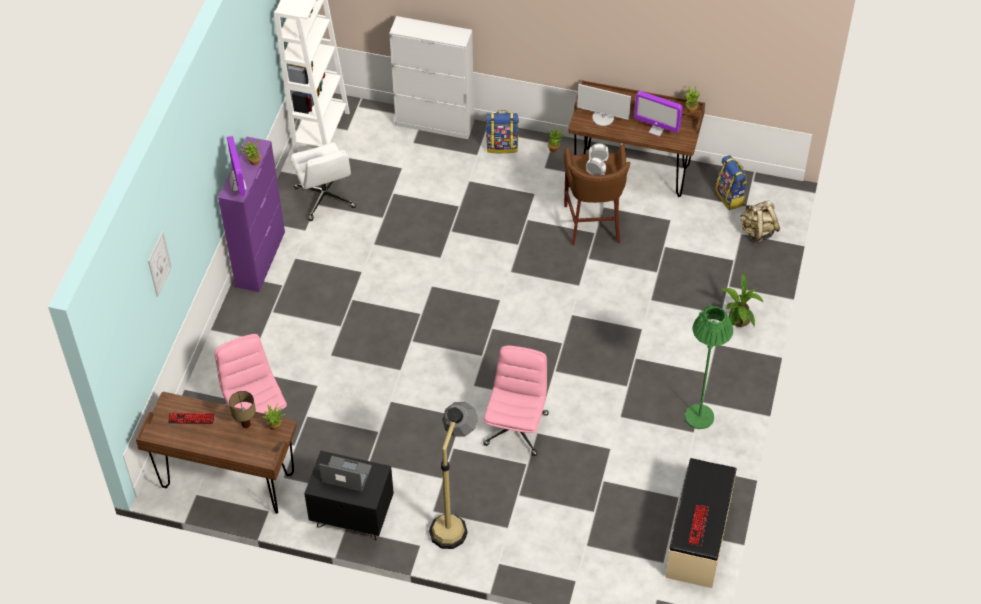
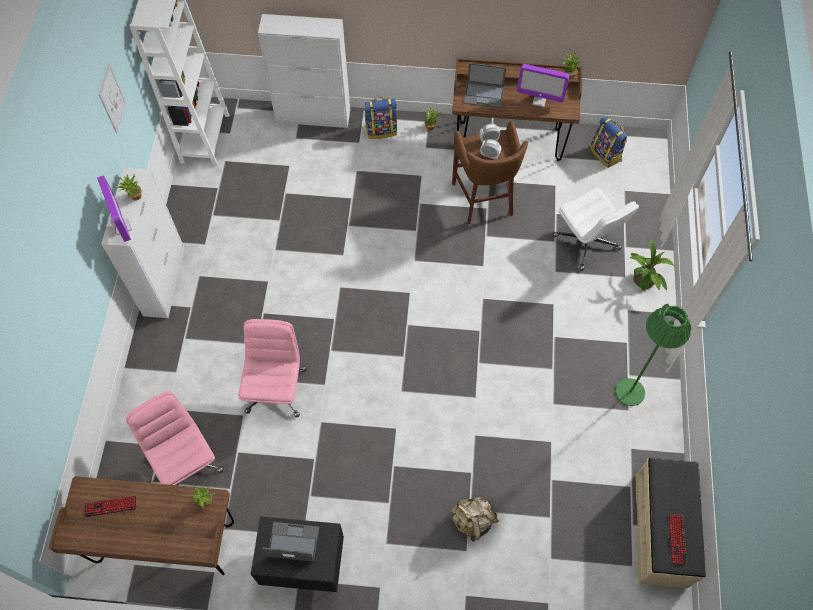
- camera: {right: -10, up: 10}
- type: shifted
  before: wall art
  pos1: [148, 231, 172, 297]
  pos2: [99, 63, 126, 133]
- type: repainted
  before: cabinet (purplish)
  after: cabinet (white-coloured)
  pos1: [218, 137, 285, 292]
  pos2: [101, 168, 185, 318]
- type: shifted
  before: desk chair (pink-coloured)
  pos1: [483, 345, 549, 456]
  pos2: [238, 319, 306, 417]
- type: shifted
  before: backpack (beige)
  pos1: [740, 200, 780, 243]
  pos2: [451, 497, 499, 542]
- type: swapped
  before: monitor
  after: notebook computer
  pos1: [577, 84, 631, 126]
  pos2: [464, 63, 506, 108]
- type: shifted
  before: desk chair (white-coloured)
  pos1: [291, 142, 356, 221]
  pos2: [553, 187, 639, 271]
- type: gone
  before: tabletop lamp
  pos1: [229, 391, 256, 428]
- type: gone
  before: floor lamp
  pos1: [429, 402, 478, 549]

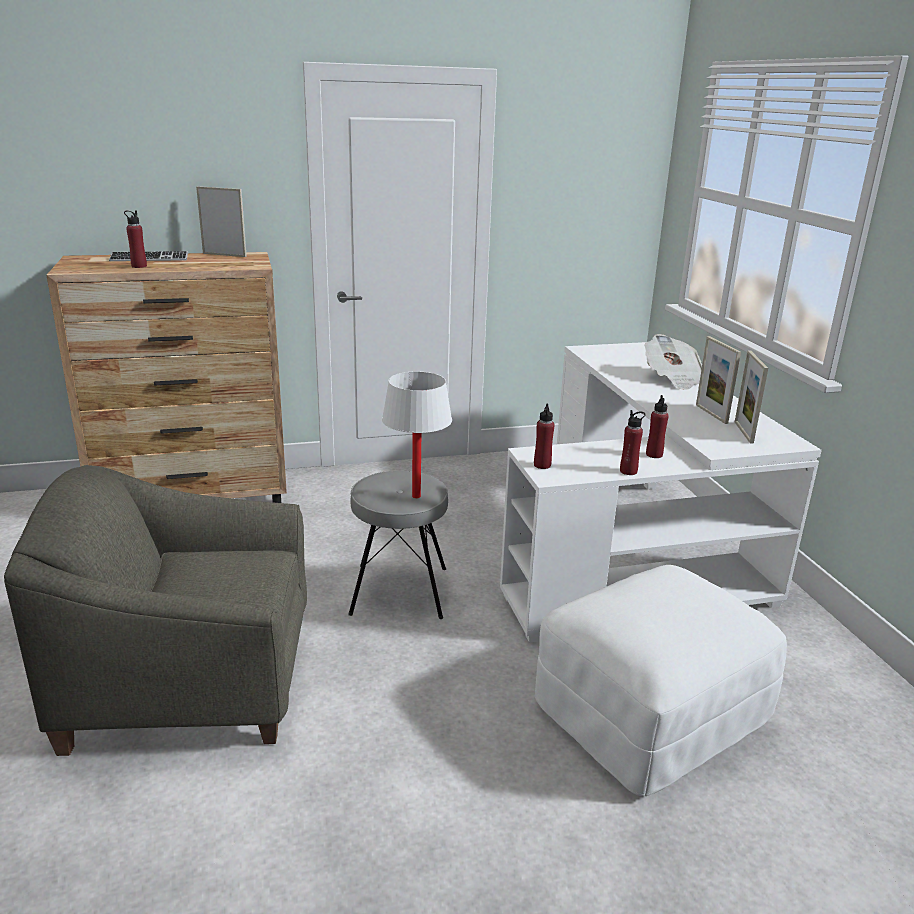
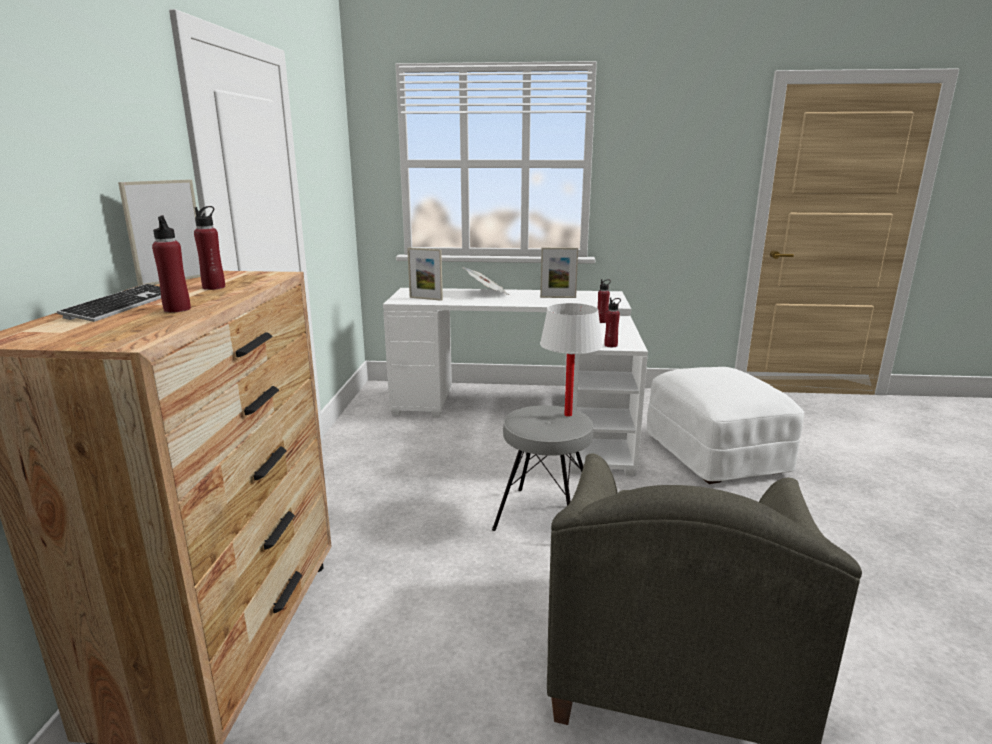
- camera: {right: -70, up: -5}
- type: shifted
  before: bottle (red-coloured)
  pos1: [620, 410, 646, 475]
  pos2: [194, 206, 225, 290]
- type: shifted
  before: standing frame
  pos1: [735, 350, 768, 444]
  pos2: [407, 248, 443, 301]

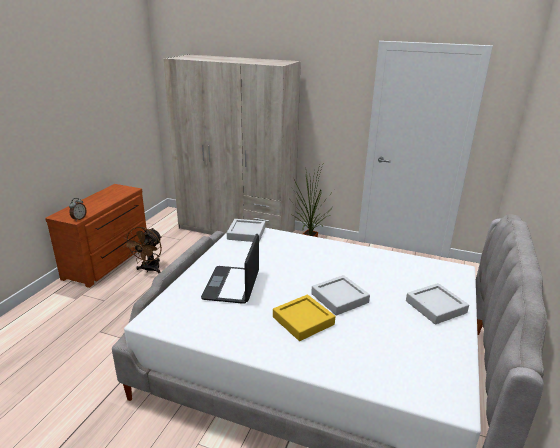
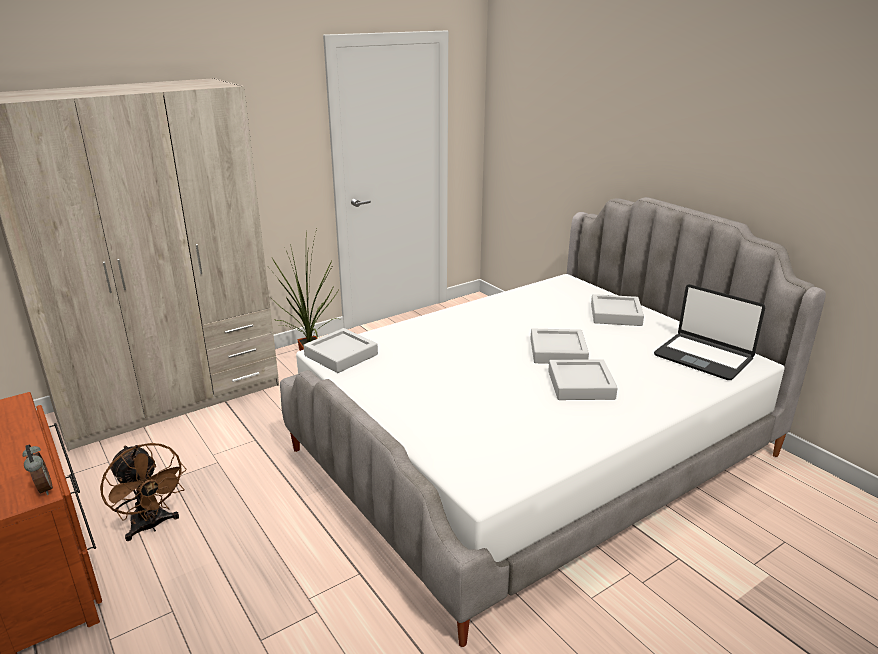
- camera: {right: -55, up: 0}
- type: repainted
  before: serving tray (yellowish)
  after: serving tray (greyish)
  pos1: [273, 294, 335, 341]
  pos2: [548, 359, 617, 400]
- type: shifted
  before: notebook computer
  pos1: [201, 234, 259, 304]
  pos2: [654, 284, 765, 380]

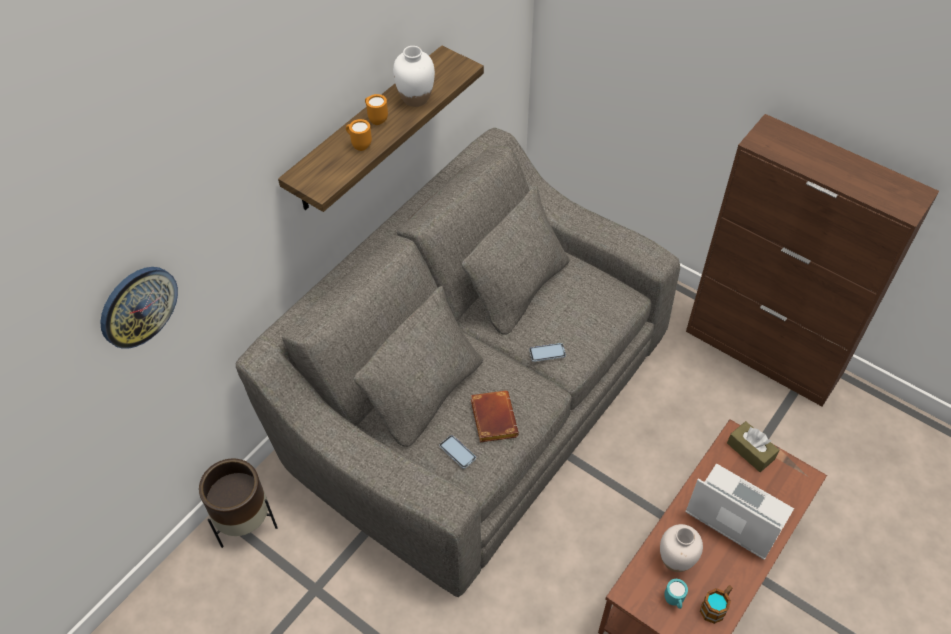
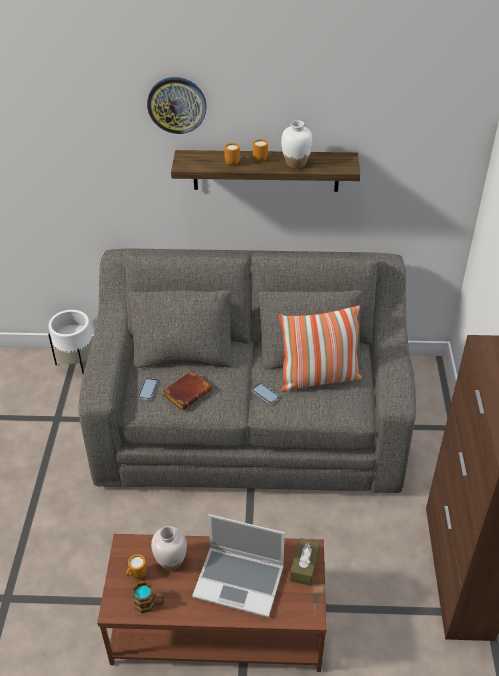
- camera: {right: 55, up: -10}
- type: repainted
  before: plant pot (brownish)
  after: plant pot (white-coloured)
  pos1: [199, 458, 278, 548]
  pos2: [48, 310, 93, 374]
- type: repainted
  before: coffee mug (turquoise)
  after: coffee mug (orange)
  pos1: [664, 579, 688, 609]
  pos2: [126, 554, 147, 579]
- type: shifted
  before: wall clock
  pos1: [100, 267, 178, 349]
  pos2: [147, 77, 207, 134]
- type: rotated
  before: notebook computer
  pos1: [685, 463, 794, 560]
  pos2: [192, 514, 285, 618]
  turn: 105
- type: new
  after: cushion
  pos2: [279, 305, 362, 392]

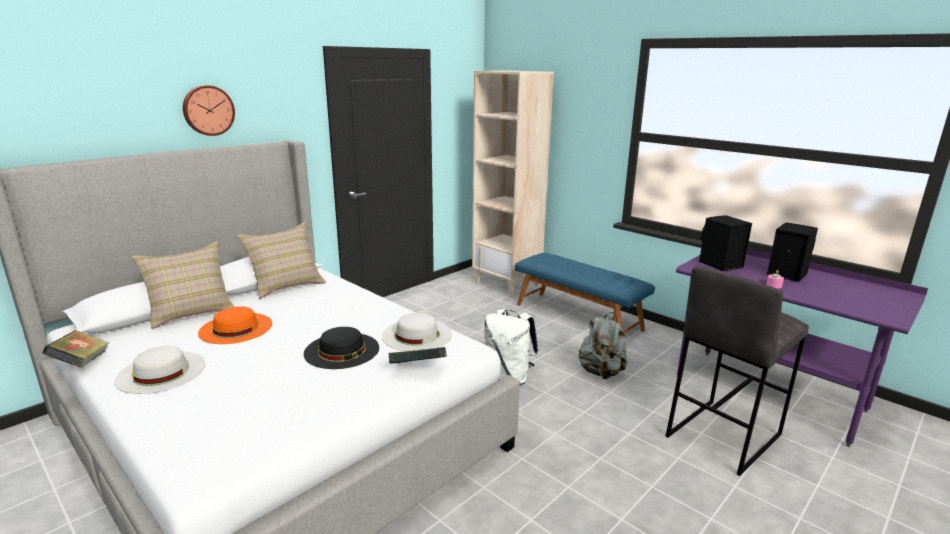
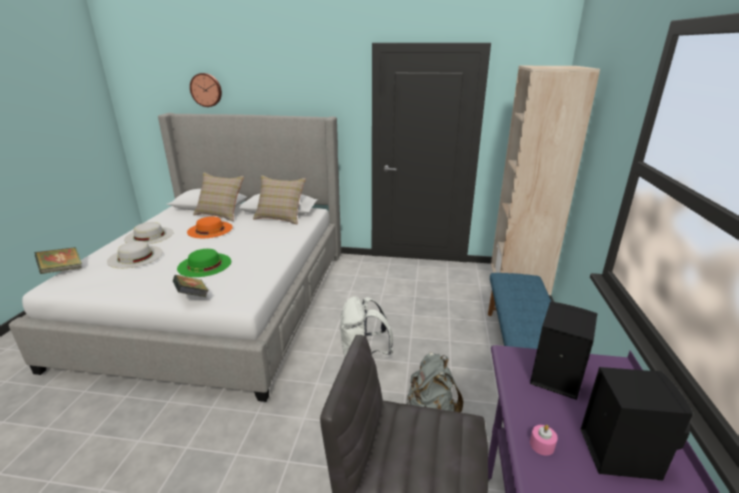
- camera: {right: 55, up: 5}
- type: shifted
  before: volume
  pos1: [43, 330, 109, 368]
  pos2: [35, 247, 82, 274]
- type: shifted
  before: hat (white-coloured)
  pos1: [382, 313, 452, 351]
  pos2: [107, 241, 163, 268]
- type: repainted
  before: hat (black-coloured)
  after: hat (green)
  pos1: [304, 327, 379, 369]
  pos2: [177, 249, 231, 277]
- type: shifted
  before: wall clock
  pos1: [183, 85, 235, 136]
  pos2: [190, 73, 222, 107]

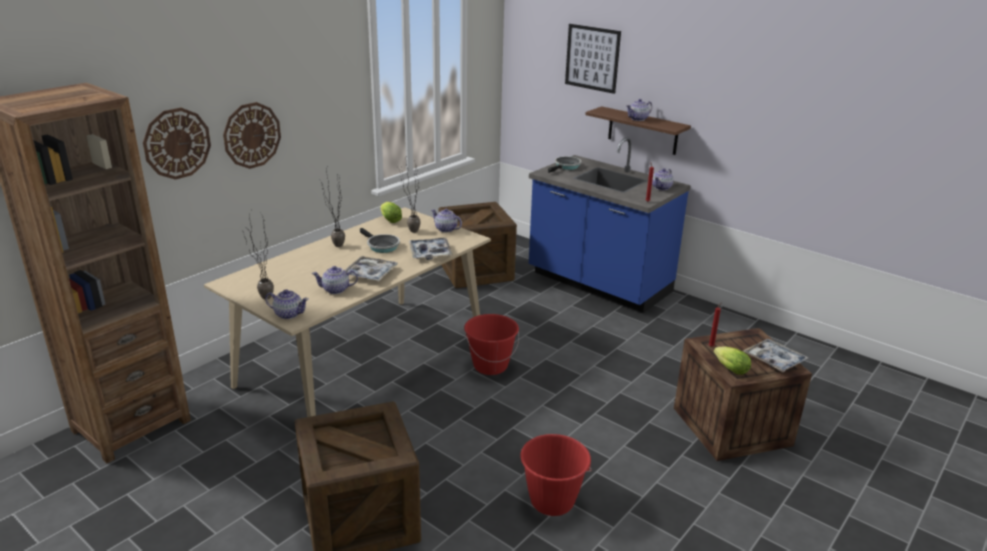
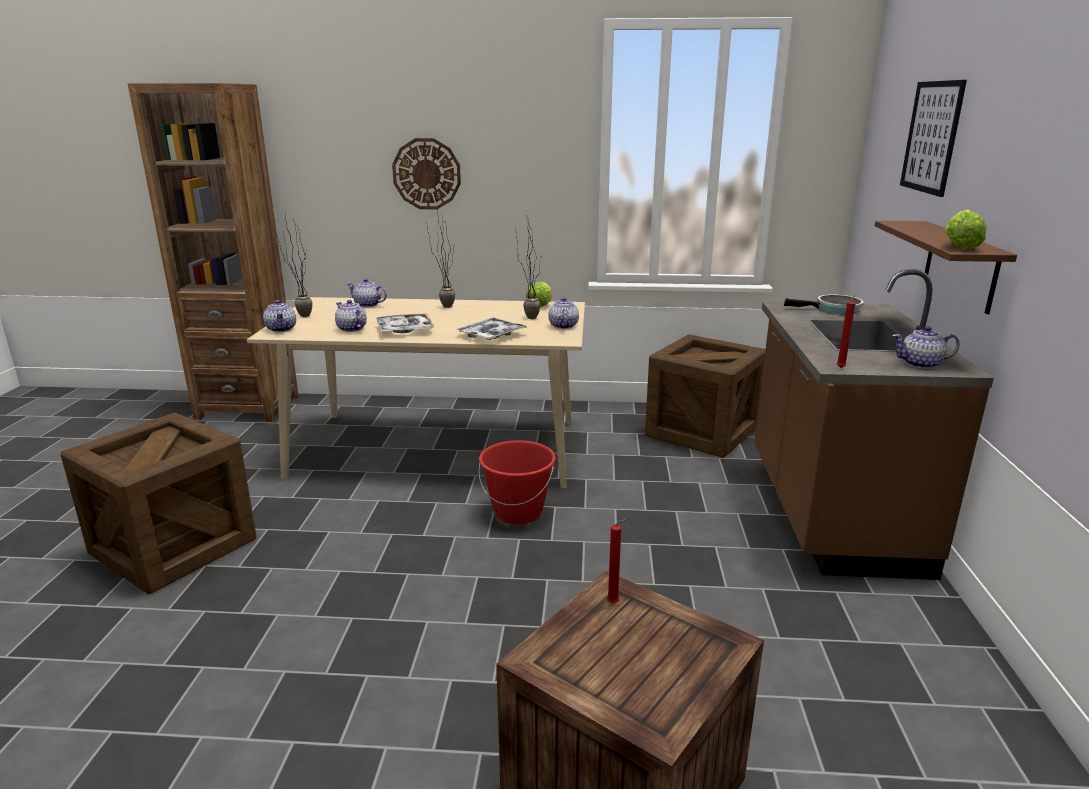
- camera: {right: 55, up: -5}
- type: shifted
  before: tea pot
  pos1: [627, 99, 652, 121]
  pos2: [347, 279, 387, 307]
- type: repainted
  before: counter (blue)
  after: counter (brownish)
  pos1: [529, 137, 691, 313]
  pos2: [754, 269, 994, 580]
- type: shifted
  before: lettuce
  pos1: [714, 347, 751, 375]
  pos2: [945, 210, 987, 250]
- type: gone
  before: wall clock
  pos1: [143, 108, 211, 180]
- type: gone
  before: frying pan
  pos1: [360, 228, 400, 253]
- type: gone
  before: pail (red-coloured)
  pos1: [521, 434, 592, 516]
- type: gone
  before: serving tray
  pos1: [743, 339, 808, 372]

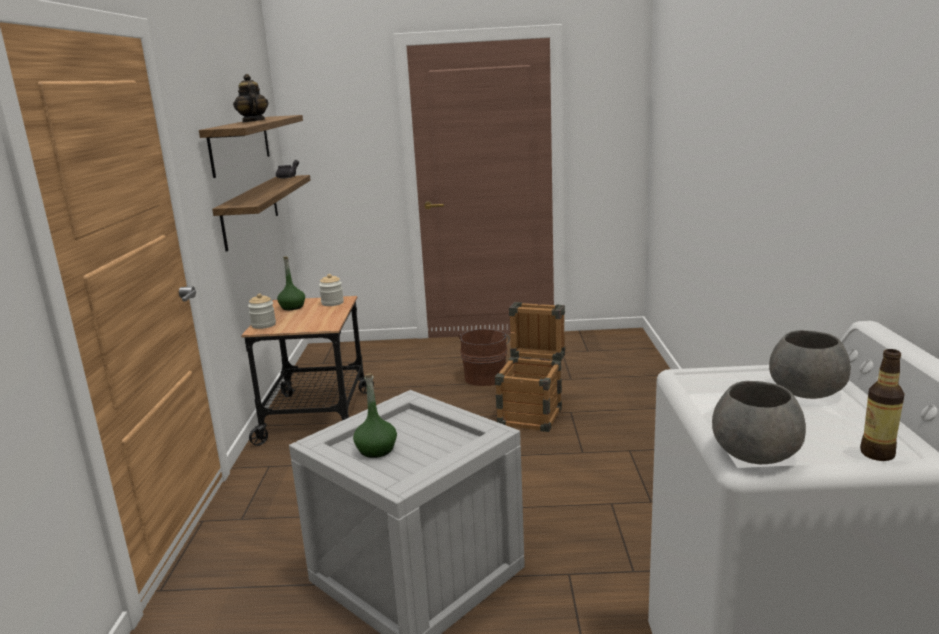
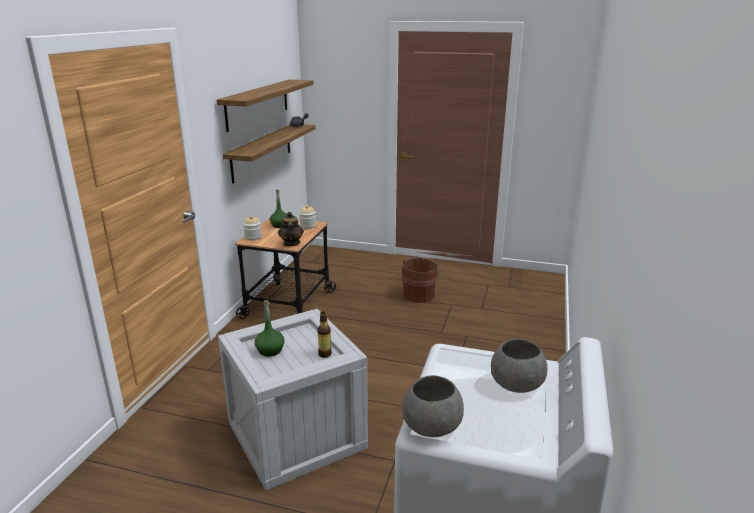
- camera: {right: 15, up: 5}
- type: shifted
  before: tea pot
  pos1: [233, 74, 268, 122]
  pos2: [278, 212, 304, 247]
- type: shifted
  before: bottle
  pos1: [860, 349, 905, 461]
  pos2: [317, 312, 332, 358]
- type: gone
  before: crate
  pos1: [495, 302, 566, 432]

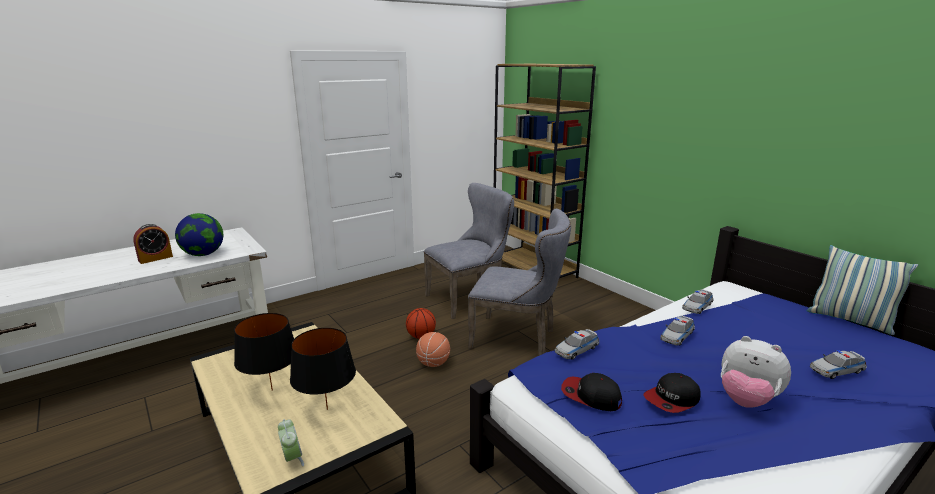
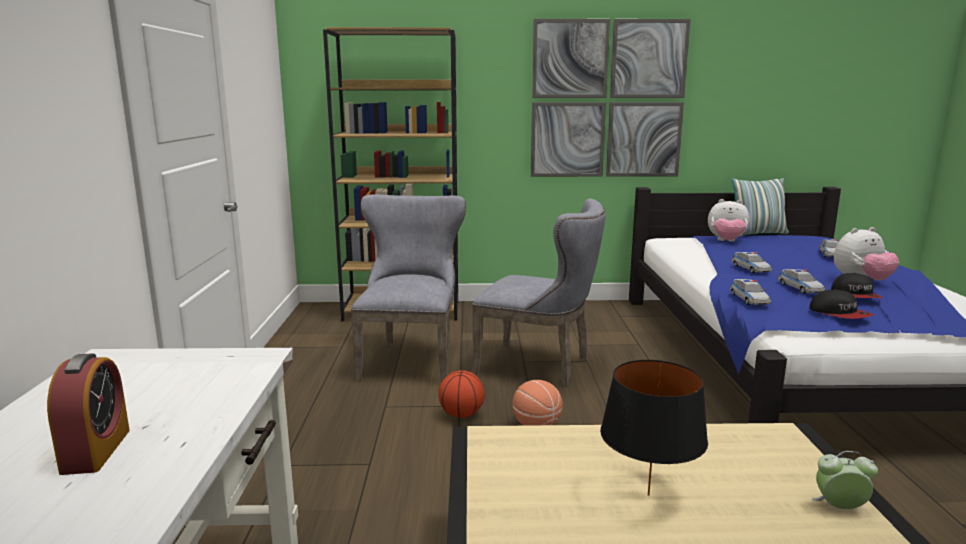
- camera: {right: -55, up: -5}
- type: rotated
  before: chair (greyish)
  pos1: [468, 209, 571, 356]
  pos2: [472, 198, 606, 387]
  turn: 60
- type: new
  after: wall art
  pos2: [531, 19, 691, 177]
- type: new
  after: cuddly toy
  pos2: [708, 199, 750, 241]
- type: shifted
  before: miniature car
  pos1: [682, 289, 713, 314]
  pos2: [778, 269, 825, 294]
- type: rotated
  before: peaked cap
  pos1: [561, 373, 622, 411]
  pos2: [809, 289, 874, 319]
  turn: -90
- type: gone
  before: world globe
  pos1: [175, 213, 223, 256]
- type: gone
  before: tabletop lamp (black-coloured)
  pos1: [290, 328, 356, 410]

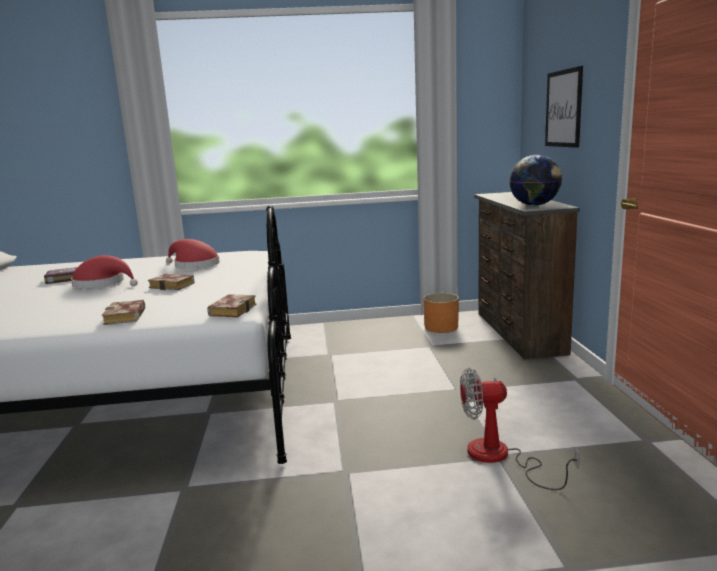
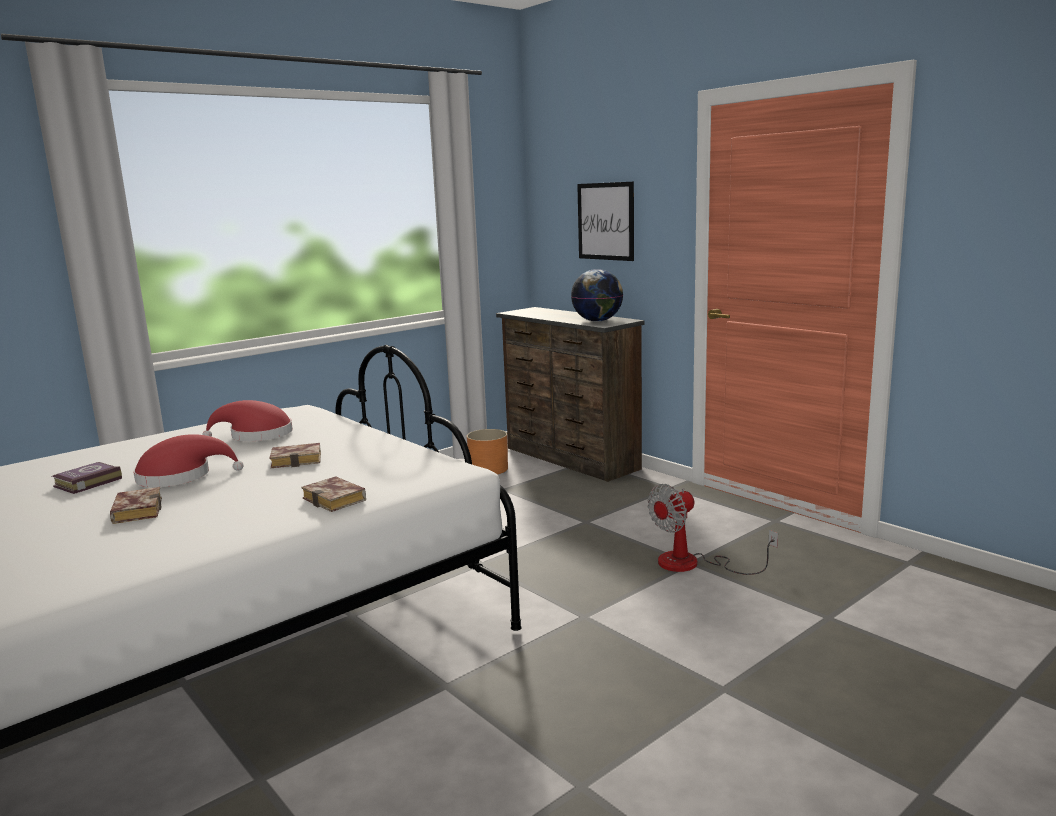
- camera: {right: -35, up: 0}
- type: shifted
  before: volume
  pos1: [207, 294, 256, 318]
  pos2: [110, 487, 162, 524]

